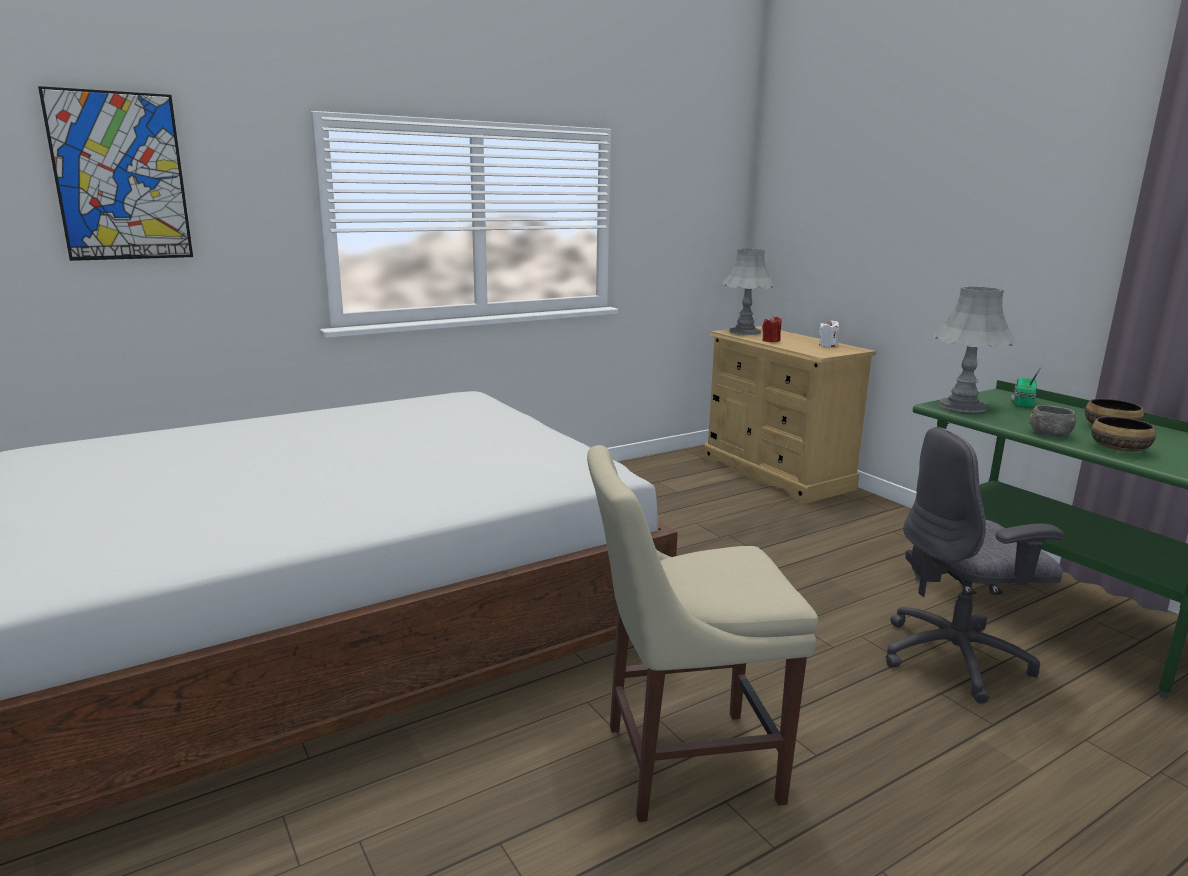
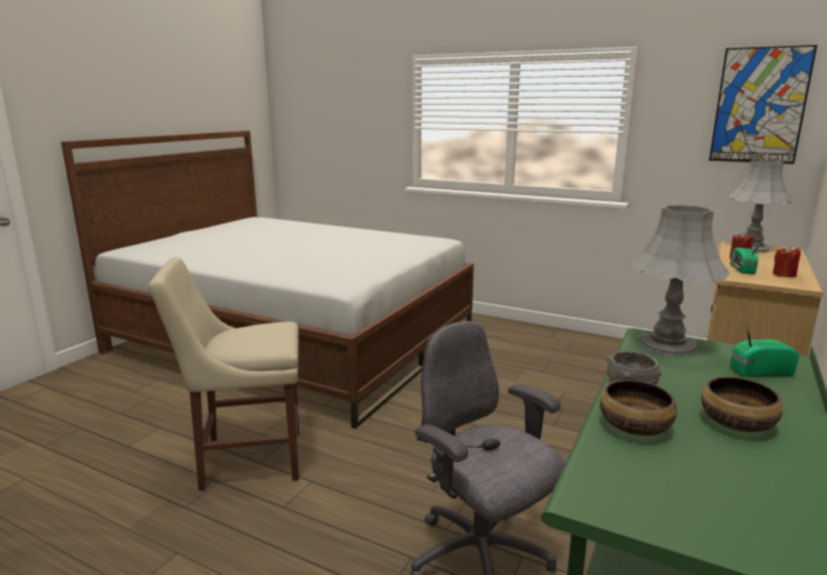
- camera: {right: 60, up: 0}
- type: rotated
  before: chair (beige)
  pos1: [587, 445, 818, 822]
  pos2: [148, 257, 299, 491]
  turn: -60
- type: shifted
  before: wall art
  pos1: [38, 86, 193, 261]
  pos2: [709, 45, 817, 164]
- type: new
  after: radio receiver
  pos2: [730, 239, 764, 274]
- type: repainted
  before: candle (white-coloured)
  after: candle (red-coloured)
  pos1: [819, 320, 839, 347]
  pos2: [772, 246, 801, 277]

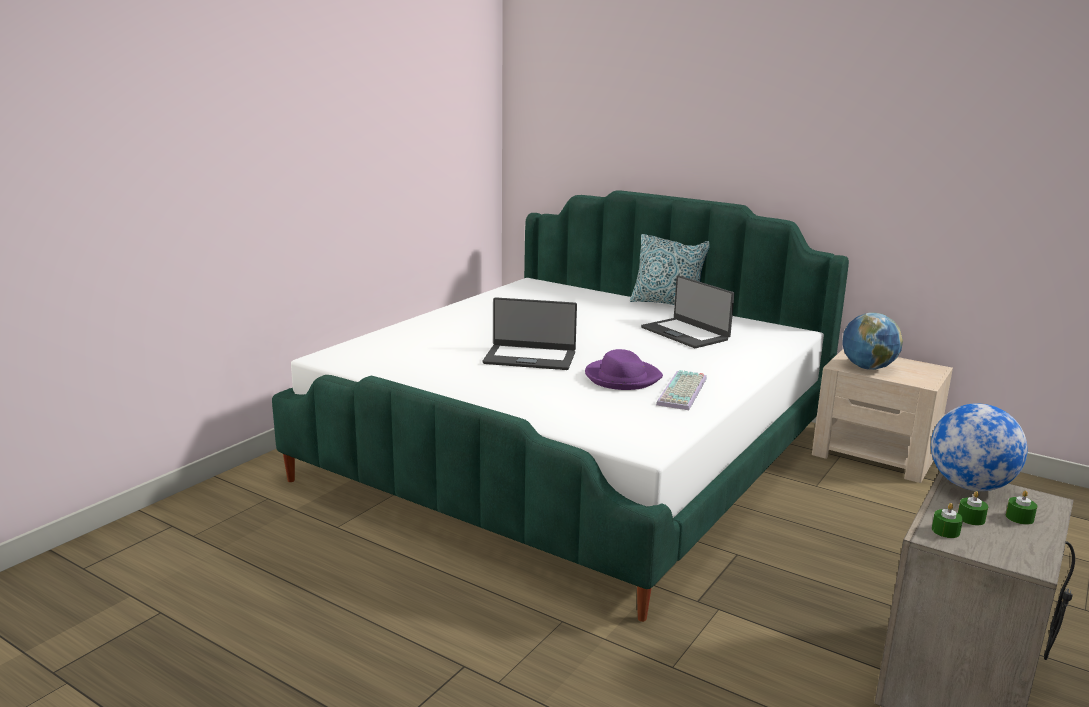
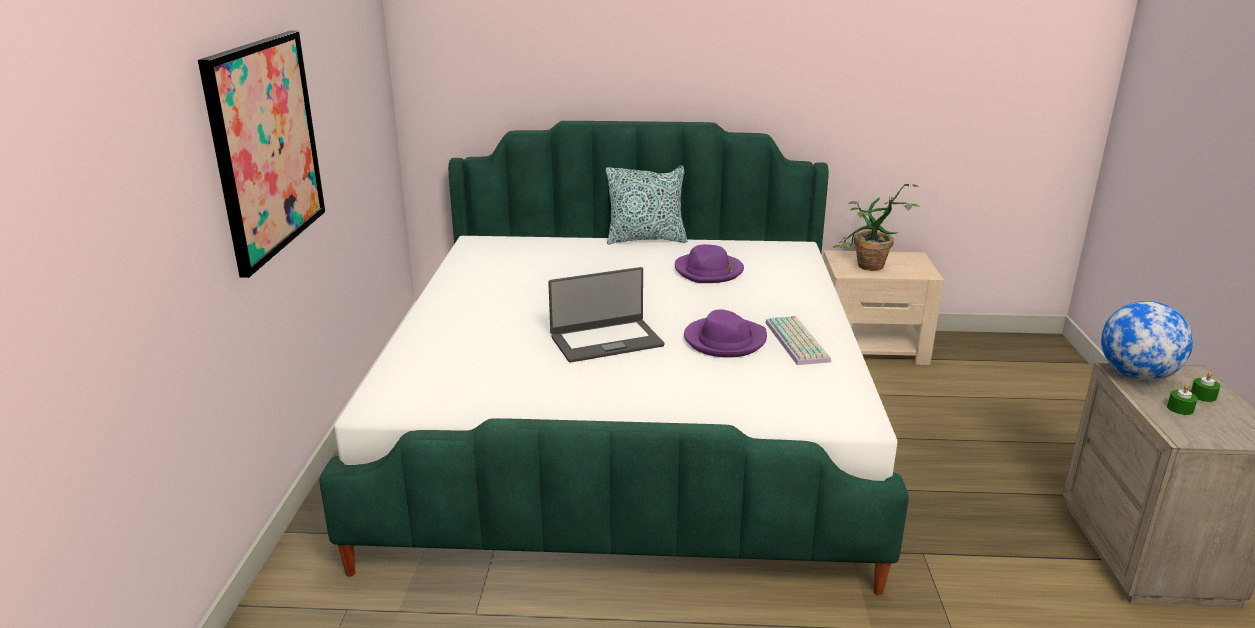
- camera: {right: -30, up: 5}
- type: new
  after: wall art
  pos2: [198, 31, 325, 278]
- type: swapped
  before: notebook computer
  after: hat (purplish)
  pos1: [641, 275, 735, 348]
  pos2: [675, 244, 744, 283]
- type: swapped
  before: world globe
  after: plant in a pot
  pos1: [842, 312, 903, 370]
  pos2: [833, 184, 920, 271]
- type: gone
  before: candle (green)
  pos1: [932, 503, 963, 538]

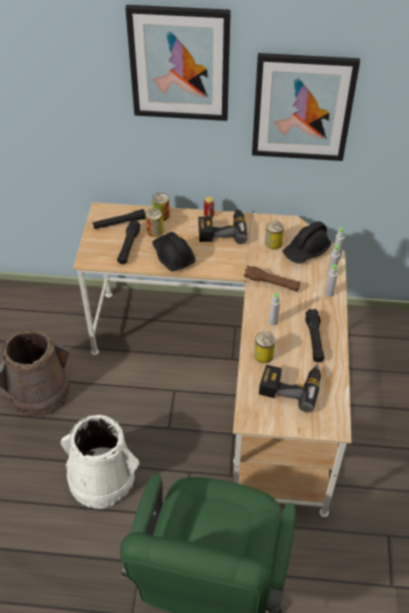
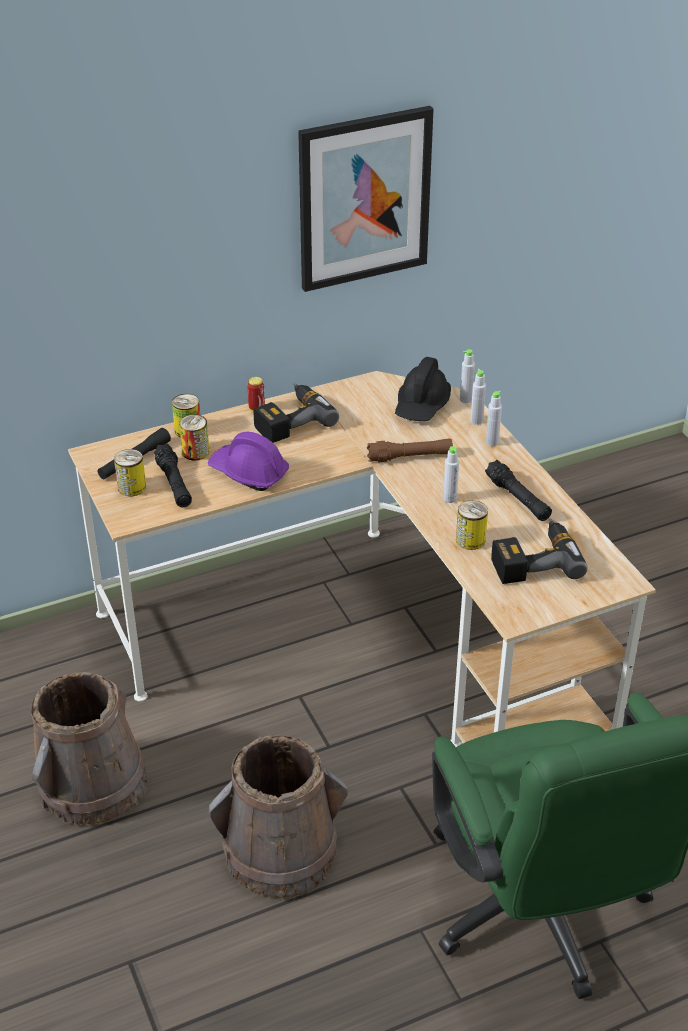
- camera: {right: -30, up: -10}
- type: shifted
  before: can
  pos1: [265, 221, 284, 250]
  pos2: [114, 449, 146, 496]
- type: repainted
  before: hard hat (black-coloured)
  after: hard hat (purplish)
  pos1: [152, 232, 196, 271]
  pos2: [208, 432, 289, 491]
- type: repainted
  before: pail (white-coloured)
  after: pail (brownish)
  pos1: [60, 415, 139, 509]
  pos2: [209, 735, 348, 899]
- type: gone
  before: wall art
  pos1: [125, 5, 231, 121]

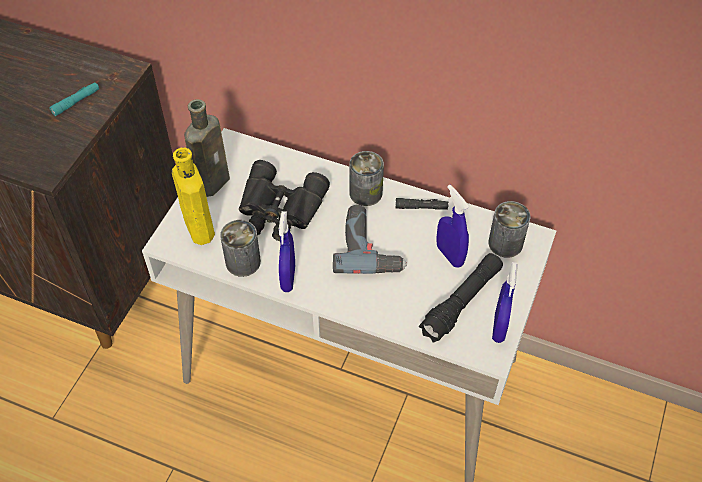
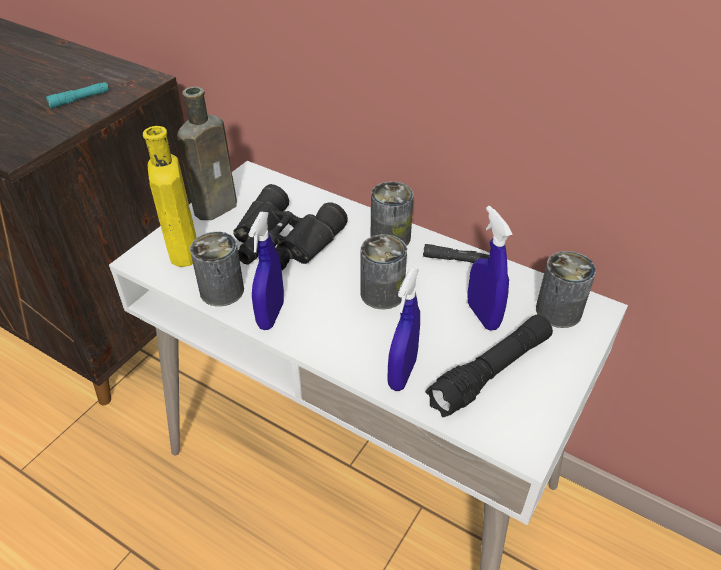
- camera: {right: 10, up: -10}
- type: swapped
  before: electric drill
  after: can
  pos1: [333, 205, 407, 274]
  pos2: [361, 234, 407, 309]
- type: shifted
  before: sprayer (blue)
  pos1: [492, 262, 518, 343]
  pos2: [388, 267, 420, 391]

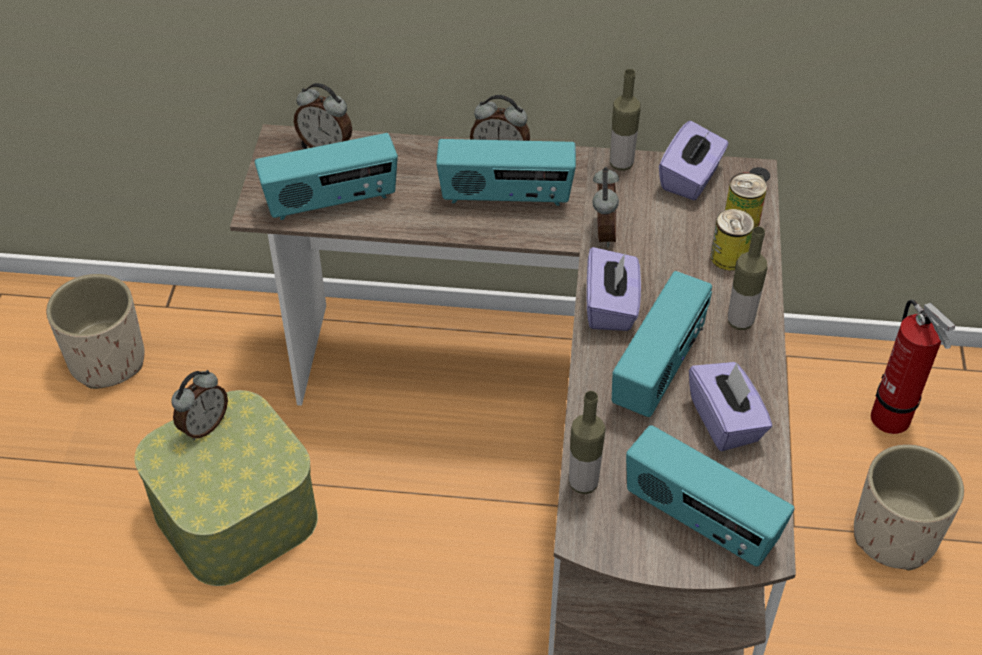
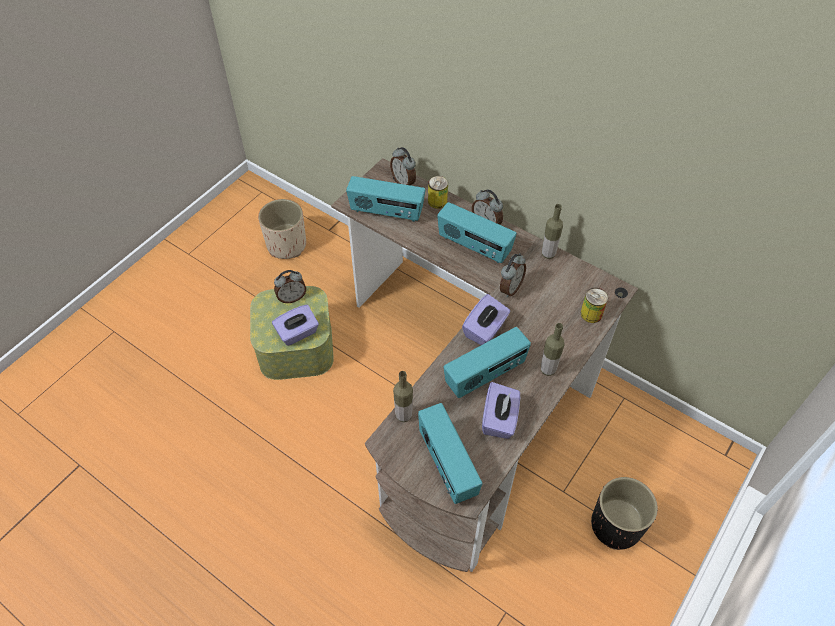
- camera: {right: 30, up: 5}
- type: shifted
  before: tissue holder (purplish)
  pos1: [659, 121, 728, 200]
  pos2: [272, 305, 319, 346]
- type: shifted
  before: can
  pos1: [710, 209, 754, 271]
  pos2: [428, 176, 448, 209]
- type: repainted
  before: plant pot (beige)
  after: plant pot (black-coloured)
  pos1: [854, 444, 964, 570]
  pos2: [591, 477, 658, 550]
- type: gone
  before: fire extinguisher
  pos1: [871, 300, 955, 434]

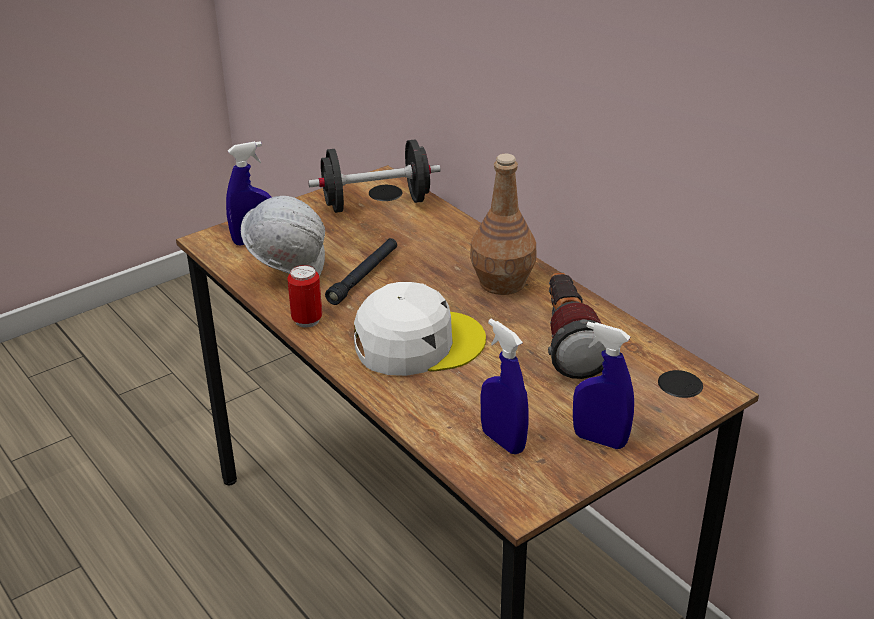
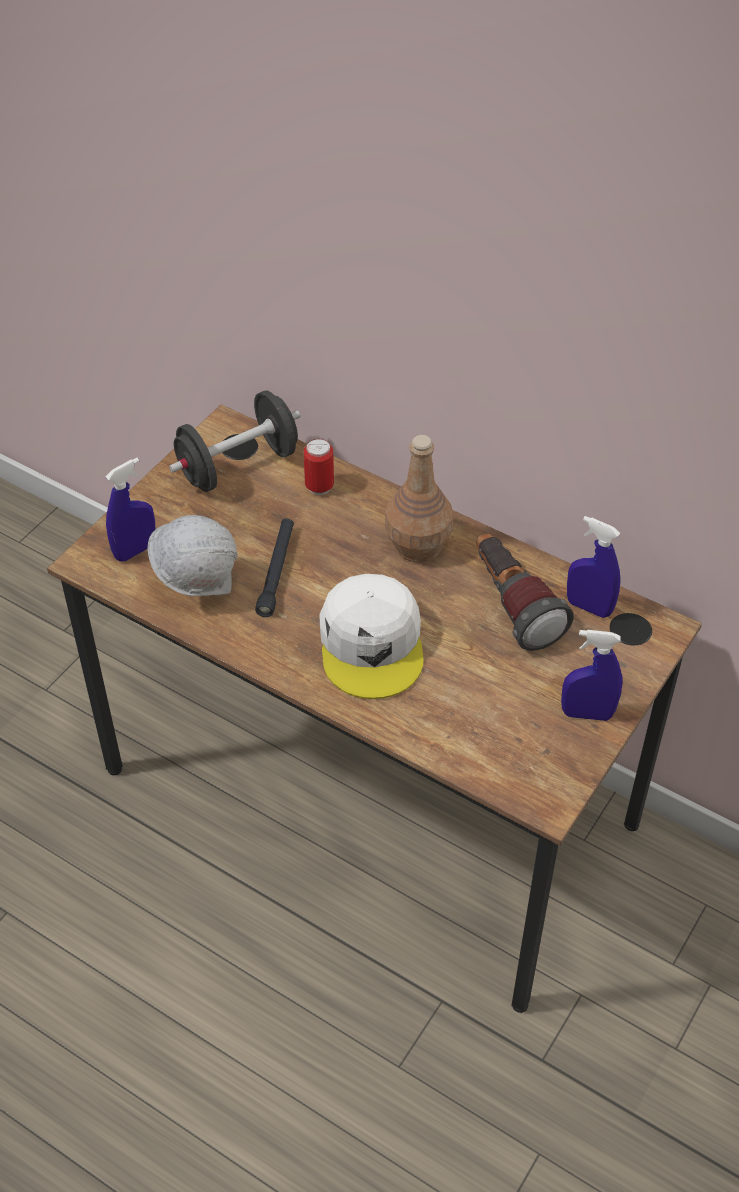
- camera: {right: -20, up: 15}
- type: shifted
  before: can
  pos1: [287, 265, 322, 328]
  pos2: [304, 439, 334, 495]
- type: rotated
  before: peaked cap (white-coloured)
  pos1: [354, 282, 486, 376]
  pos2: [319, 574, 424, 699]
  turn: 120
- type: shifted
  before: sprayer (blue)
  pos1: [481, 319, 528, 454]
  pos2: [567, 516, 620, 618]

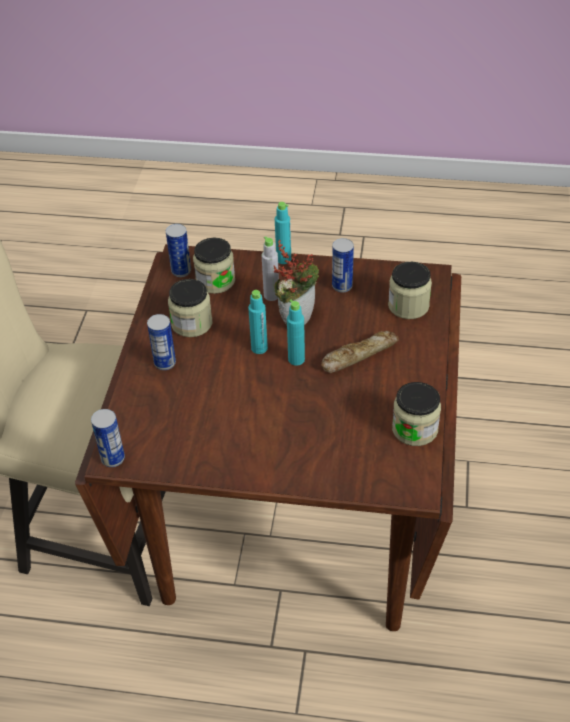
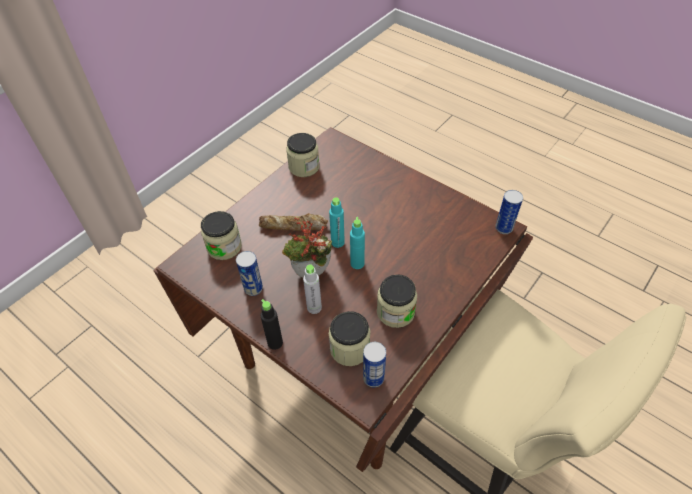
- camera: {right: -150, up: 5}
- type: repainted
  before: bottle (turquoise)
  after: bottle (black-coloured)
  pos1: [275, 202, 291, 264]
  pos2: [260, 299, 283, 350]
- type: gone
  before: can
  pos1: [147, 314, 176, 370]

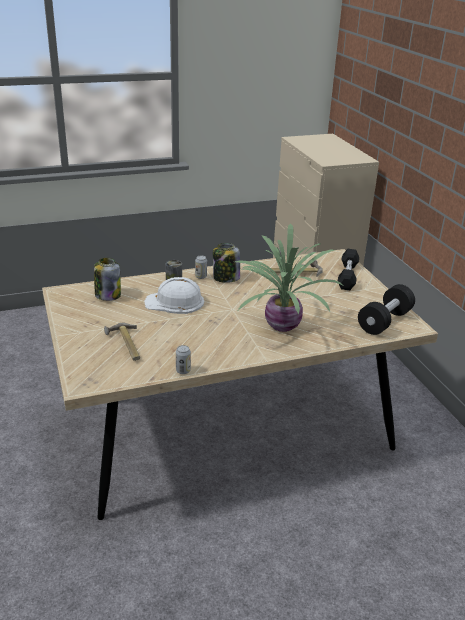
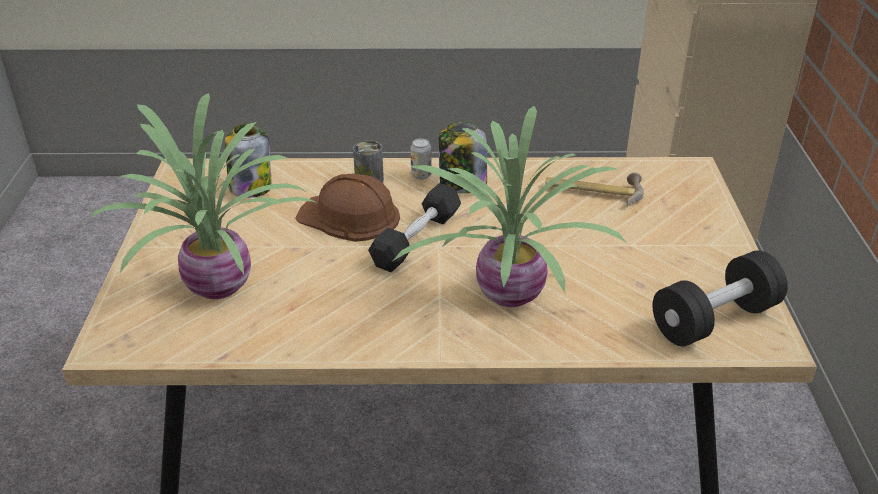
- camera: {right: 20, up: 5}
- type: swapped
  before: tool hammer
  after: plant in a pot
  pos1: [104, 323, 140, 361]
  pos2: [88, 93, 317, 299]
- type: repainted
  before: hard hat (white-coloured)
  after: hard hat (brownish)
  pos1: [144, 277, 204, 314]
  pos2: [296, 174, 400, 242]
- type: shifted
  before: free weight (black-coloured)
  pos1: [338, 249, 359, 290]
  pos2: [368, 183, 461, 272]
- type: gone
  before: can
  pos1: [176, 345, 191, 374]

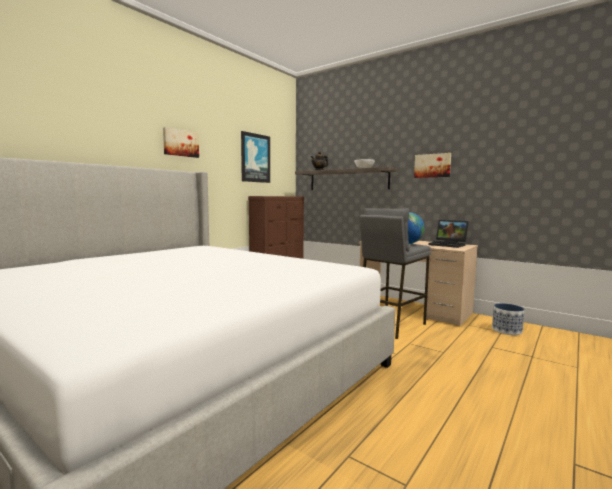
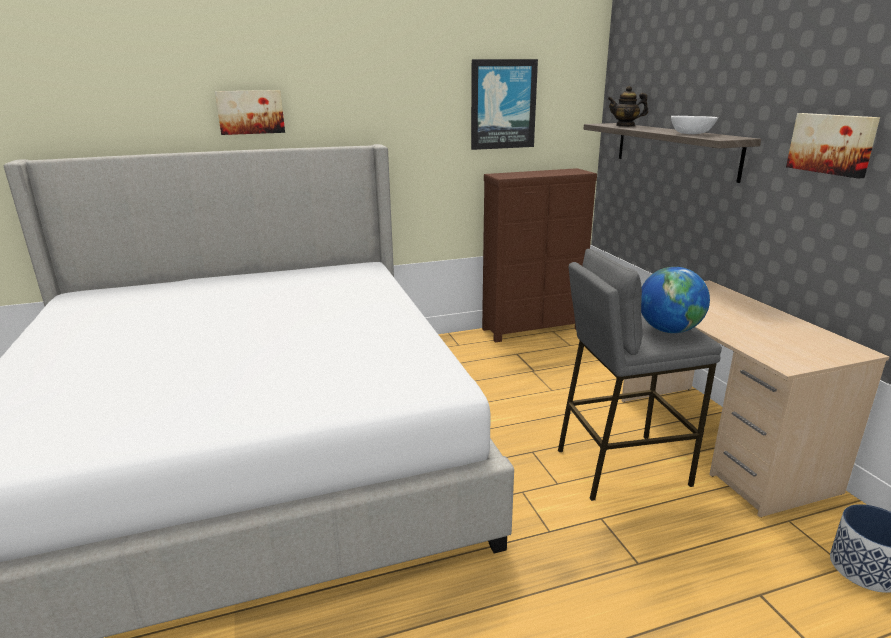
- camera: {right: 35, up: 15}
- type: shifted
  before: wall art
  pos1: [163, 127, 199, 158]
  pos2: [215, 90, 285, 135]
- type: gone
  before: notebook computer
  pos1: [428, 220, 469, 248]

